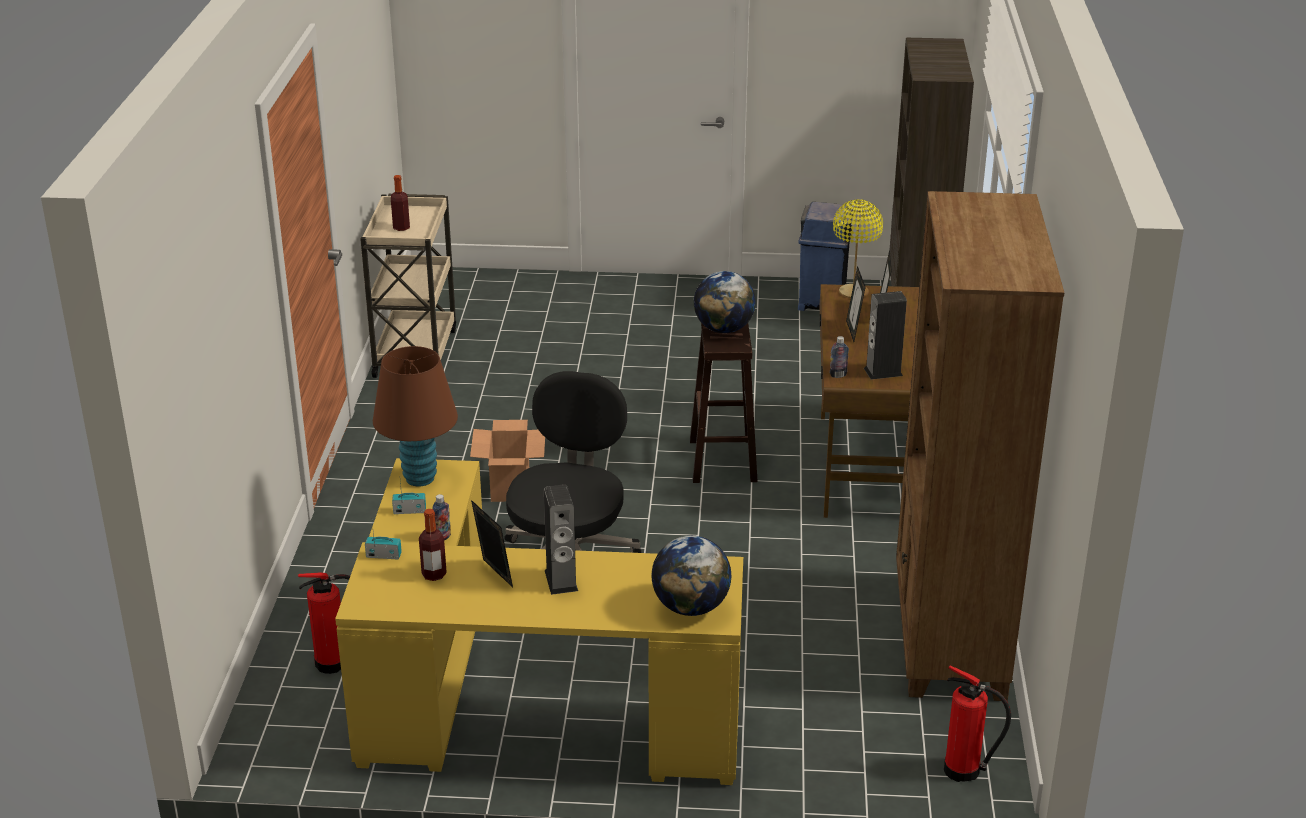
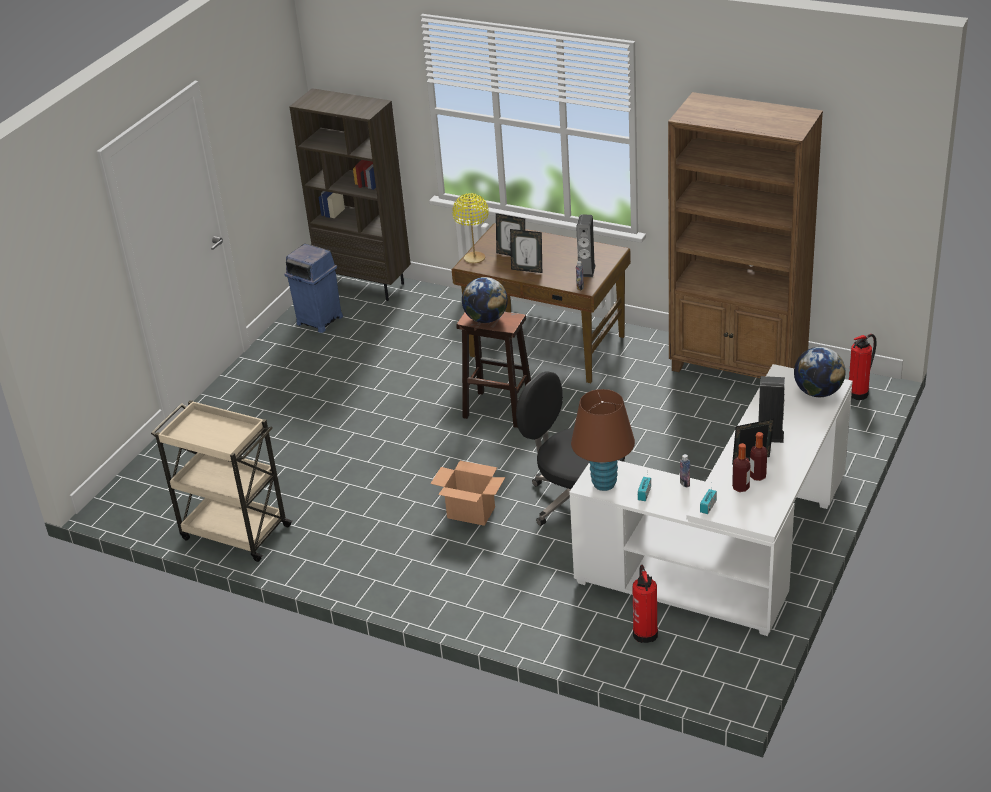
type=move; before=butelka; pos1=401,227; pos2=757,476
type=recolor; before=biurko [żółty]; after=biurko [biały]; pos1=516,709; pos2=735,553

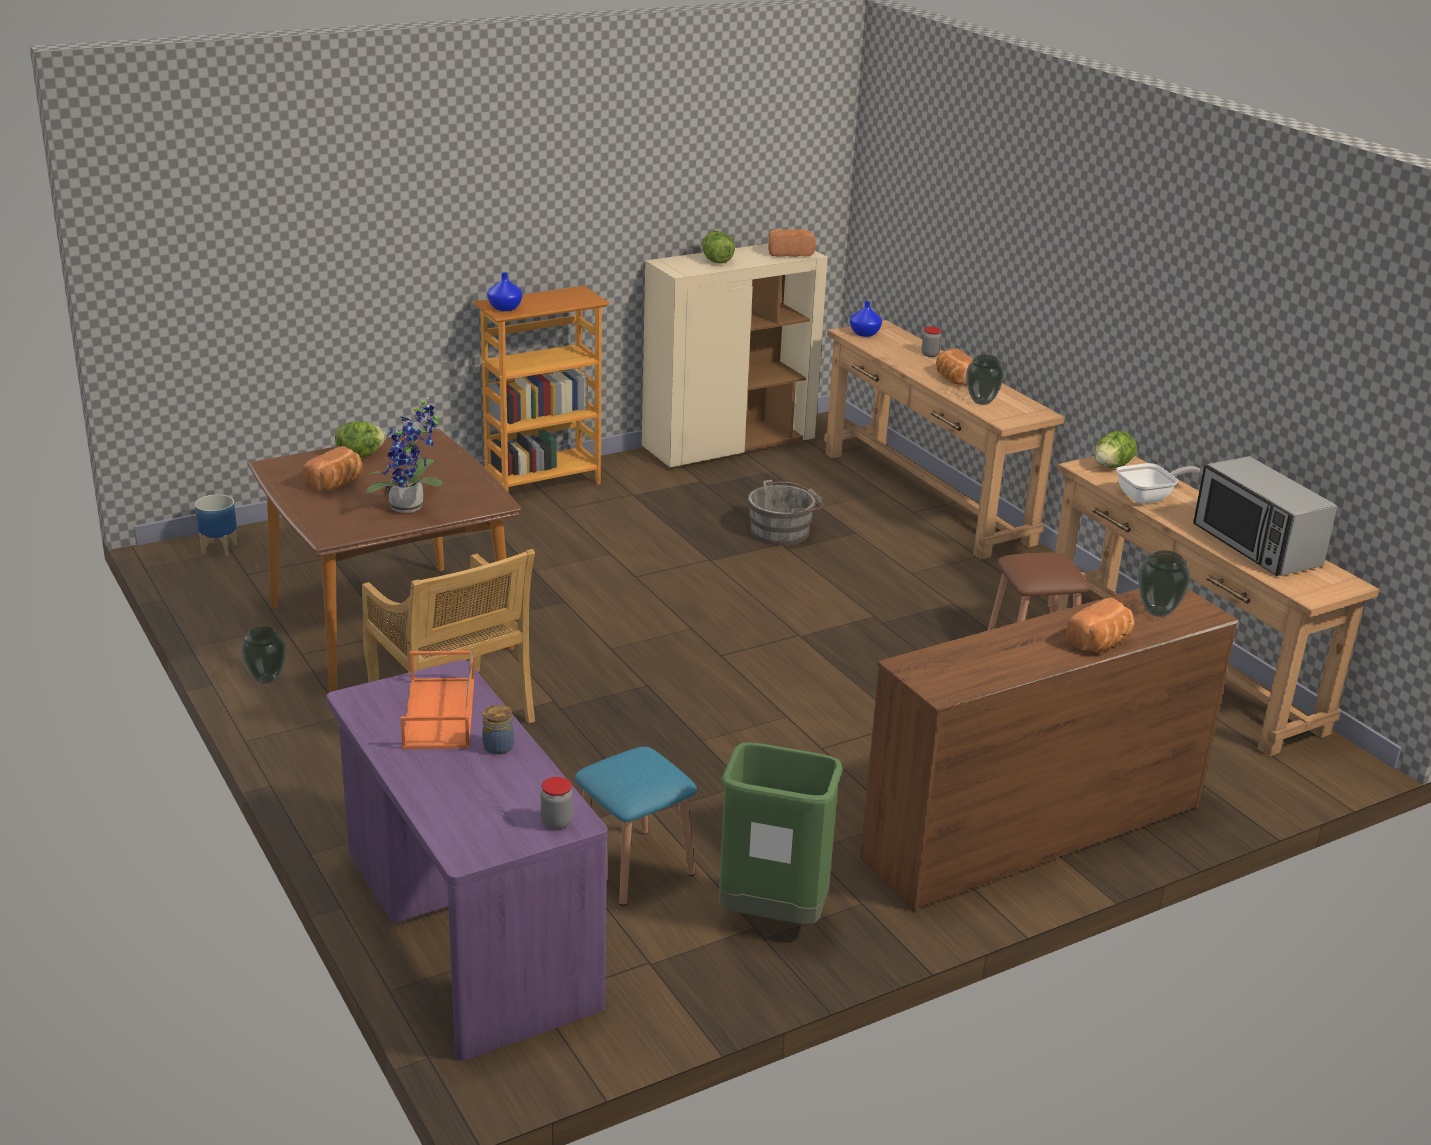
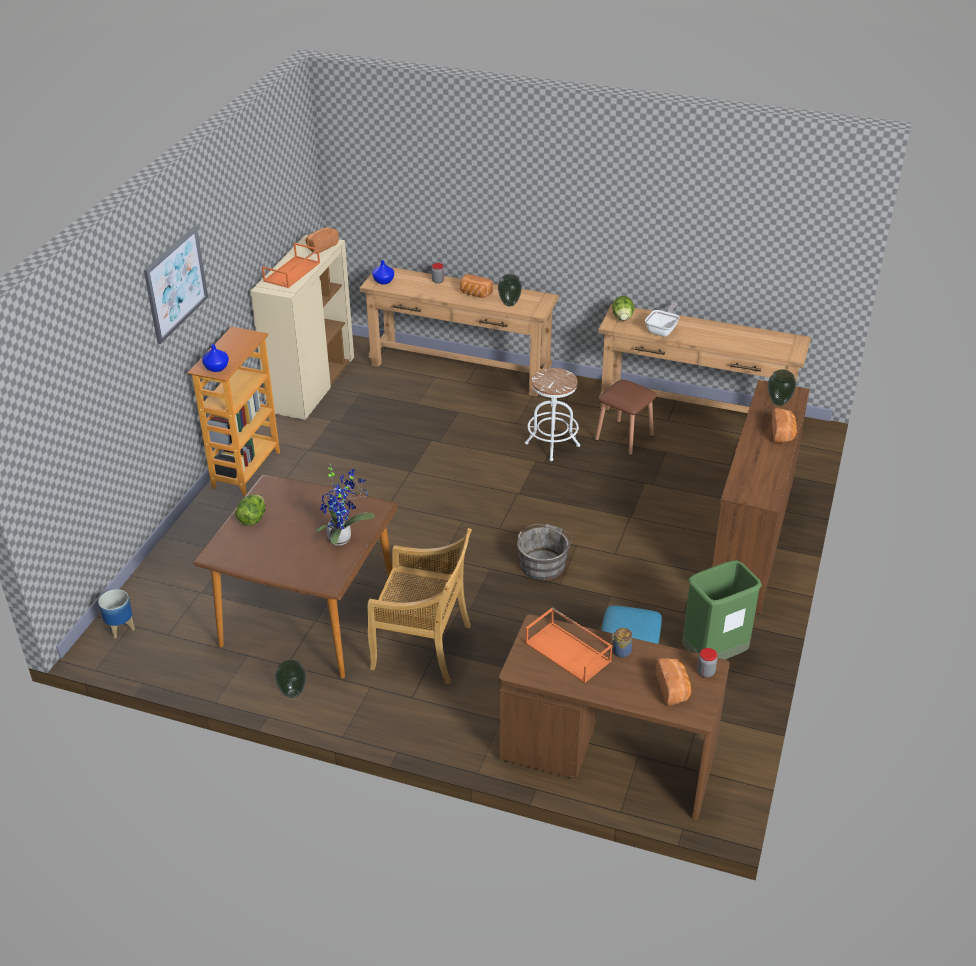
type=replace; before=sałata; after=taca [pomarańczowy]; pos1=716,261; pos2=292,272
type=move; before=chleb; pos1=337,484; pos2=673,689
type=delete; before=mikrofalówka; pos1=1256,546
type=move; before=wiadro [szary]; pos1=783,532; pos2=543,563
type=recolor; before=biurko [fioletowy]; after=biurko [brązowy]; pos1=464,932; pos2=607,759
type=insert; after=obraz; pos2=175,284
type=insert; after=stołek [biały]; pos2=552,444

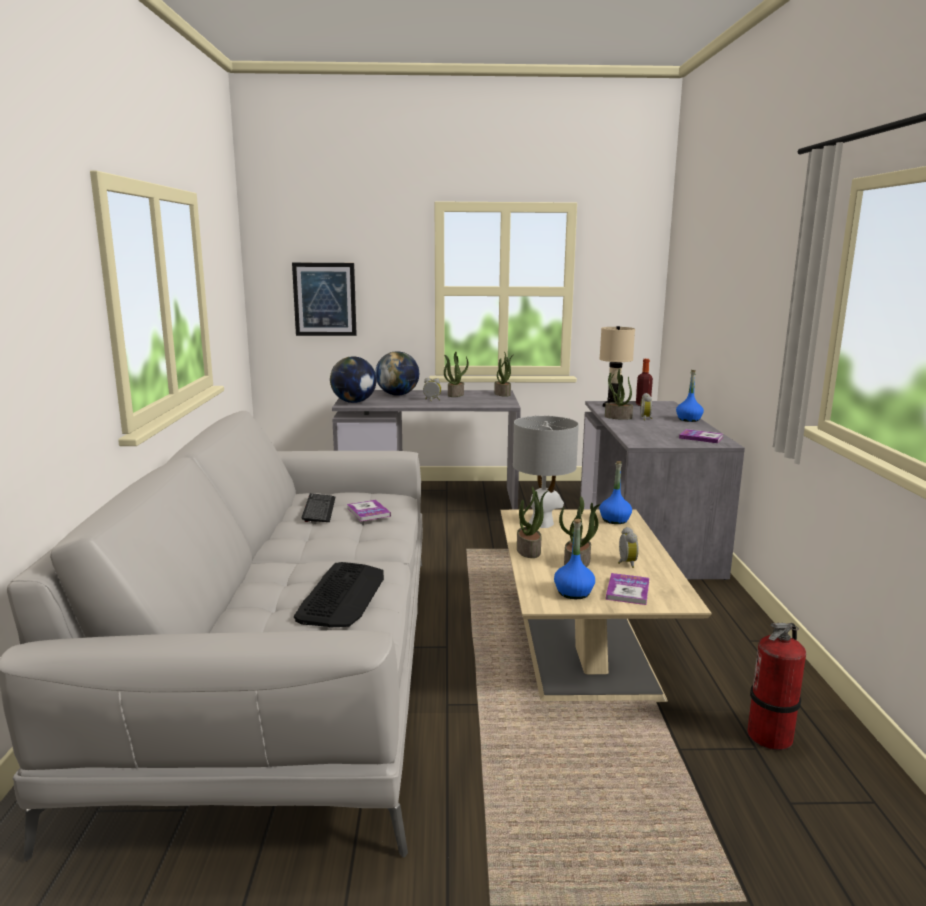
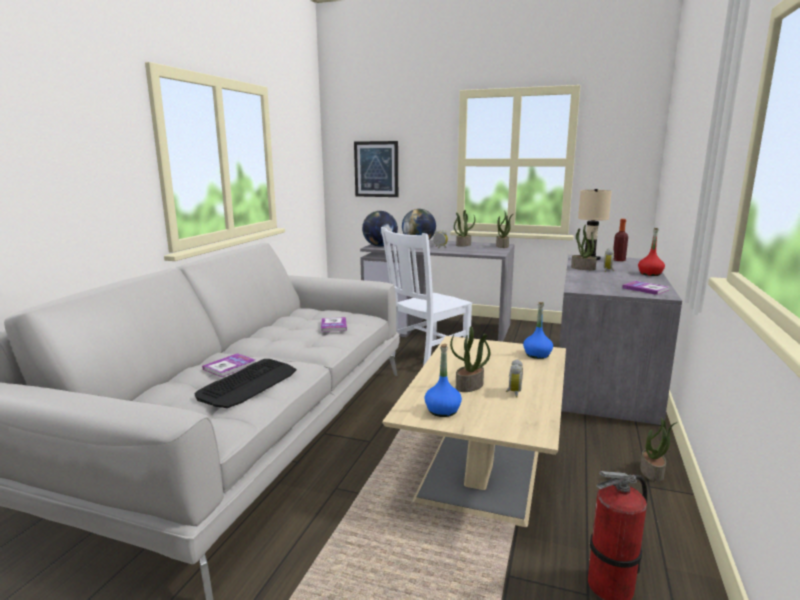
type=recolor; before=butelka [niebieski]; after=butelka [czerwony]; pos1=688,419; pos2=650,274
type=delete; before=lampa stołowa [szary]; pos1=542,523
type=move; before=roślina doniczkowa; pos1=529,551; pos2=652,472
type=delete; before=klawiatura; pos1=319,509
type=move; before=książka; pos1=627,590; pos2=230,366
type=insert; after=krzesło [biały]; pos2=426,357

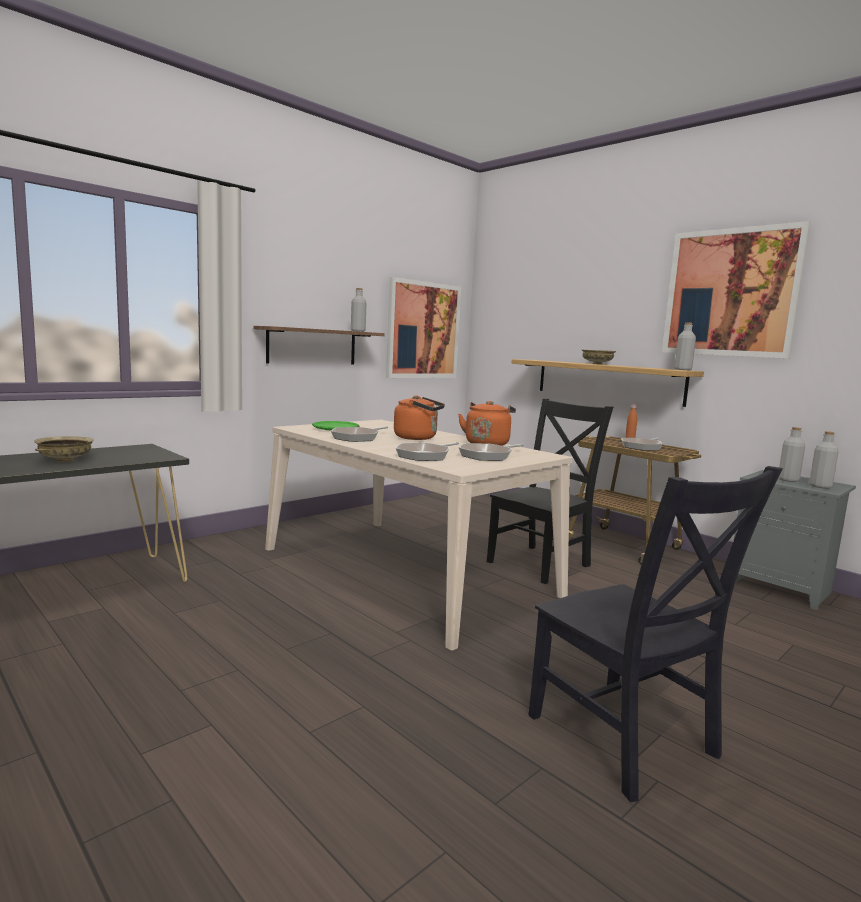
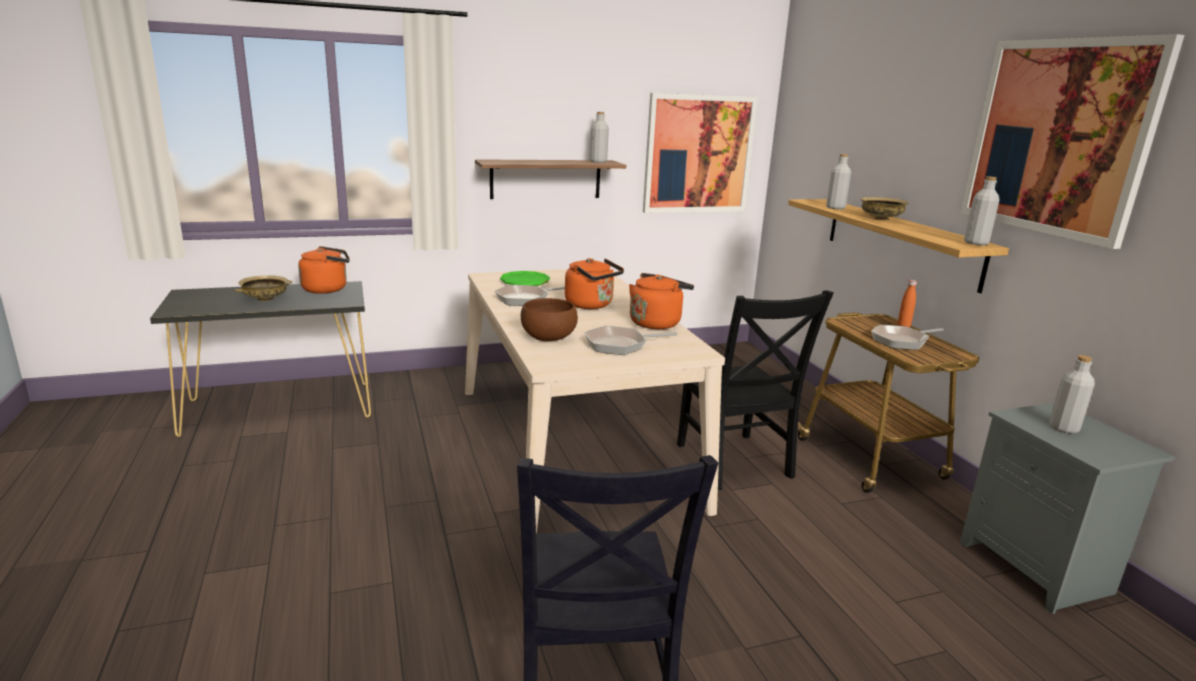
type=rotate; before=krzesło [czarny]; pos1=541,563; pos2=735,463; turn=90
type=move; before=butelka [szary]; pos1=820,486; pos2=835,208
type=replace; before=patelnia; after=miska [brązowy]; pos1=425,456; pos2=549,337
type=insert; after=czajnik [pomarańczowy]; pos2=328,289

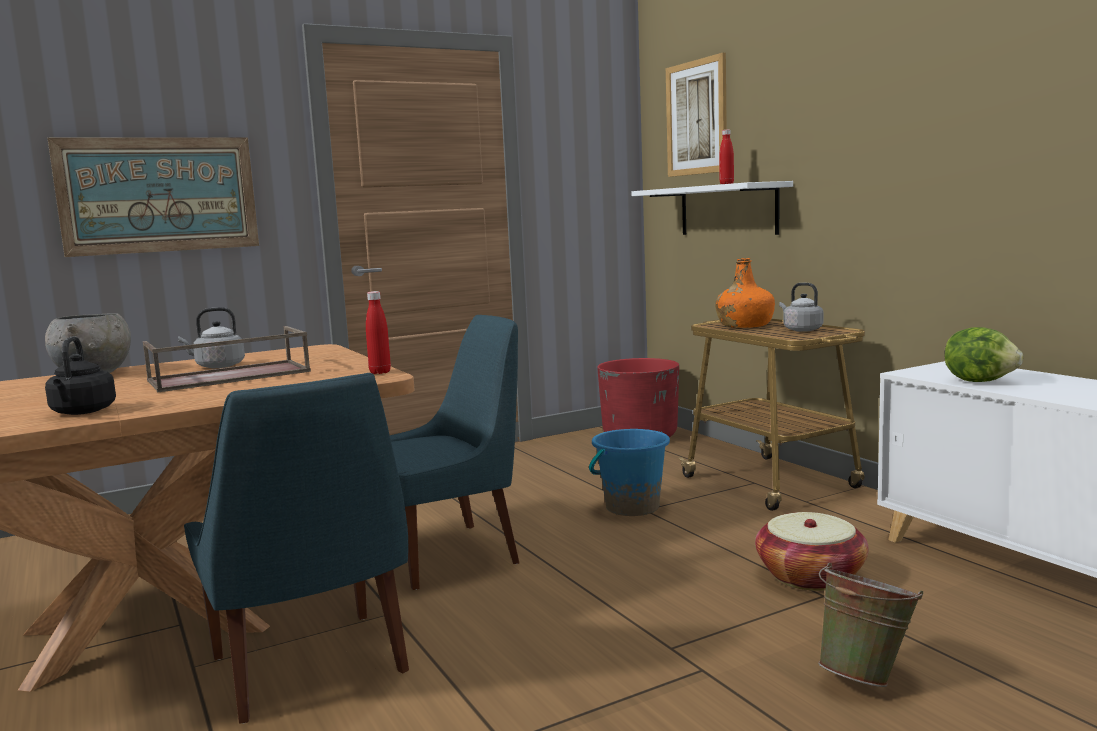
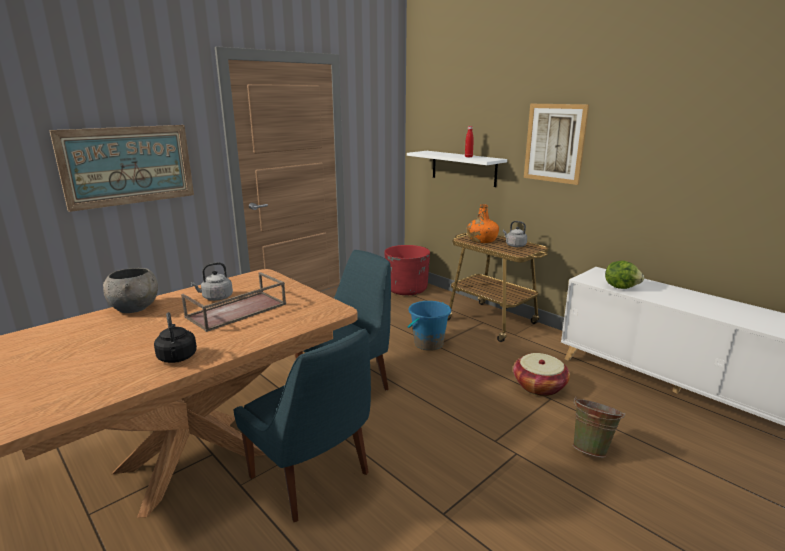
type=move; before=obraz; pos1=696,118; pos2=554,143
type=delete; before=butelka [czerwony]; pos1=380,372

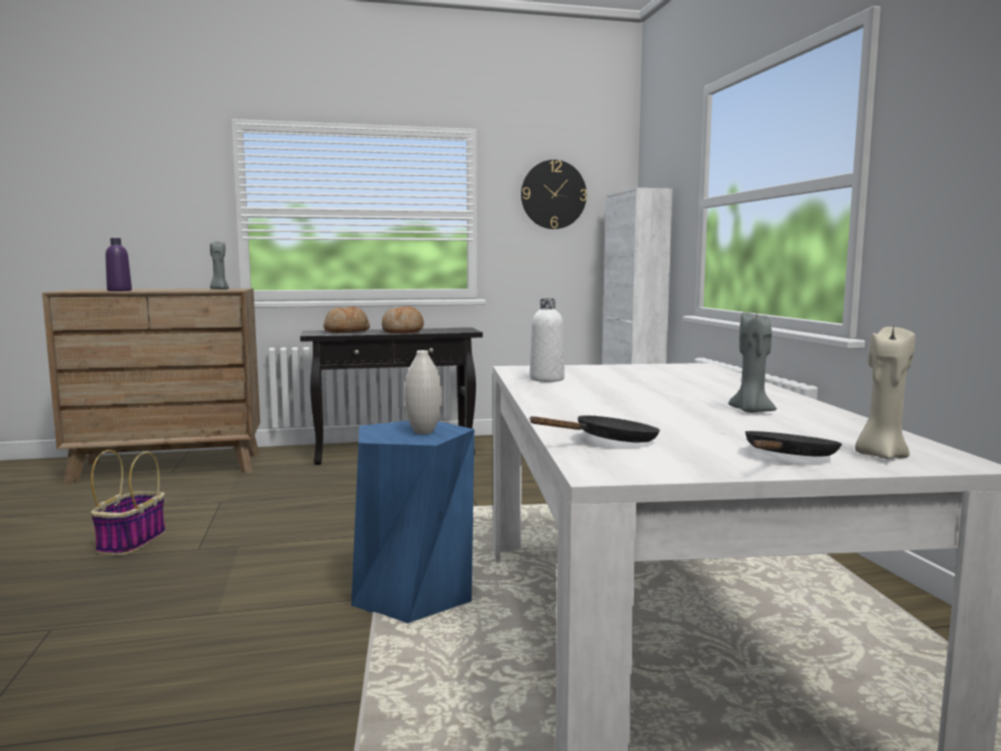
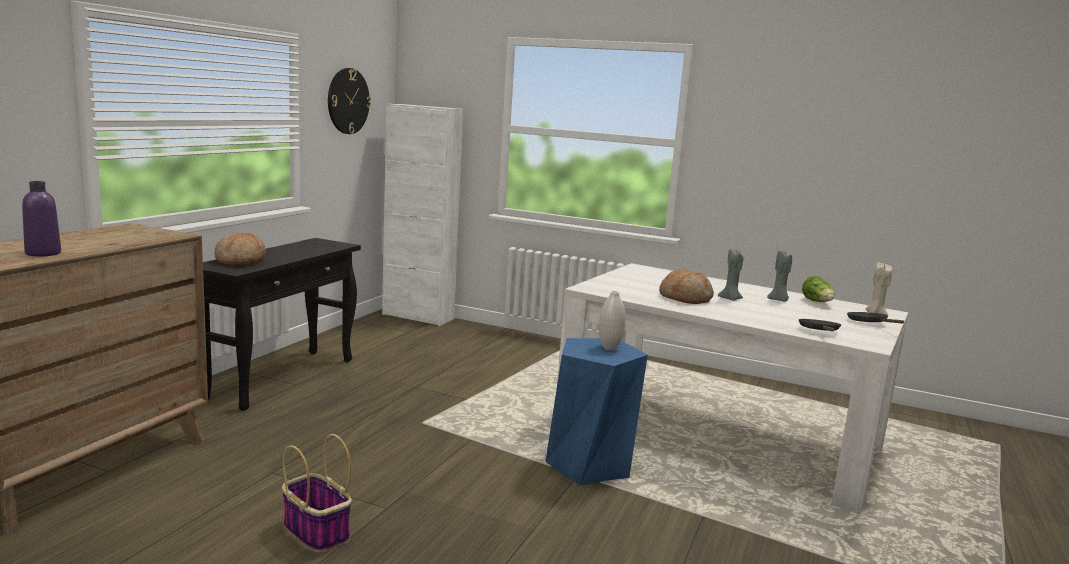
type=move; before=świeca [szary]; pos1=219,289; pos2=730,299
type=delete; before=butelka [biały]; pos1=546,379
type=move; before=chleb; pos1=403,331; pos2=685,298
type=insert; after=sałata; pos2=818,302

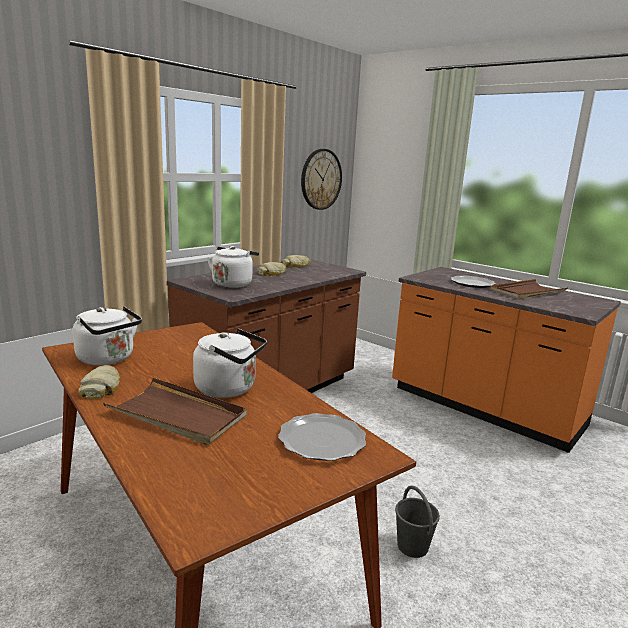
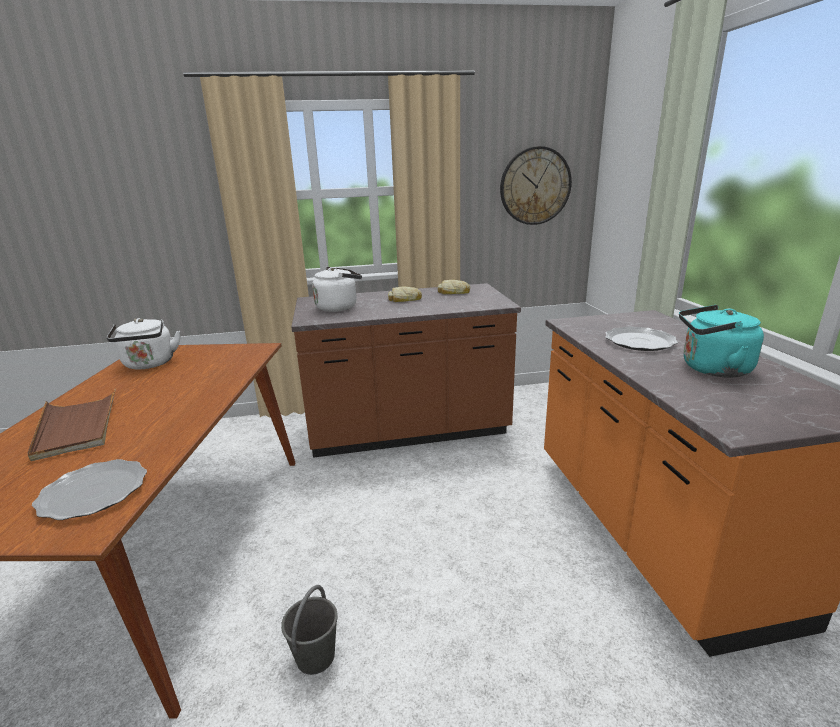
type=replace; before=taca [brązowy]; after=czajnik [turkusowy]; pos1=527,292; pos2=711,369
type=delete; before=czajnik [biały]; pos1=229,389
type=delete; before=chleb; pos1=102,387

